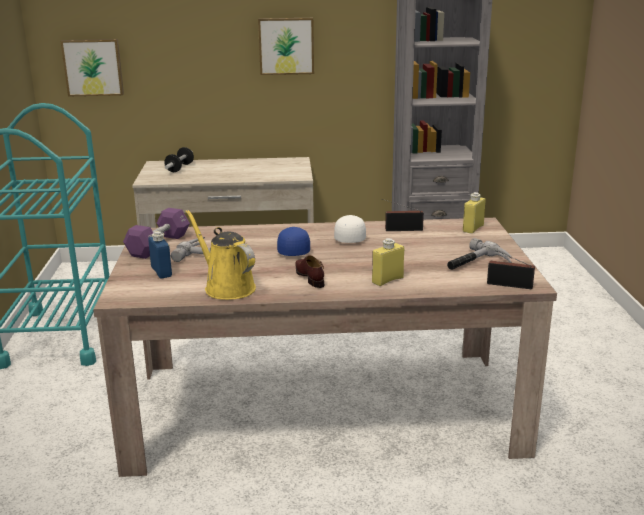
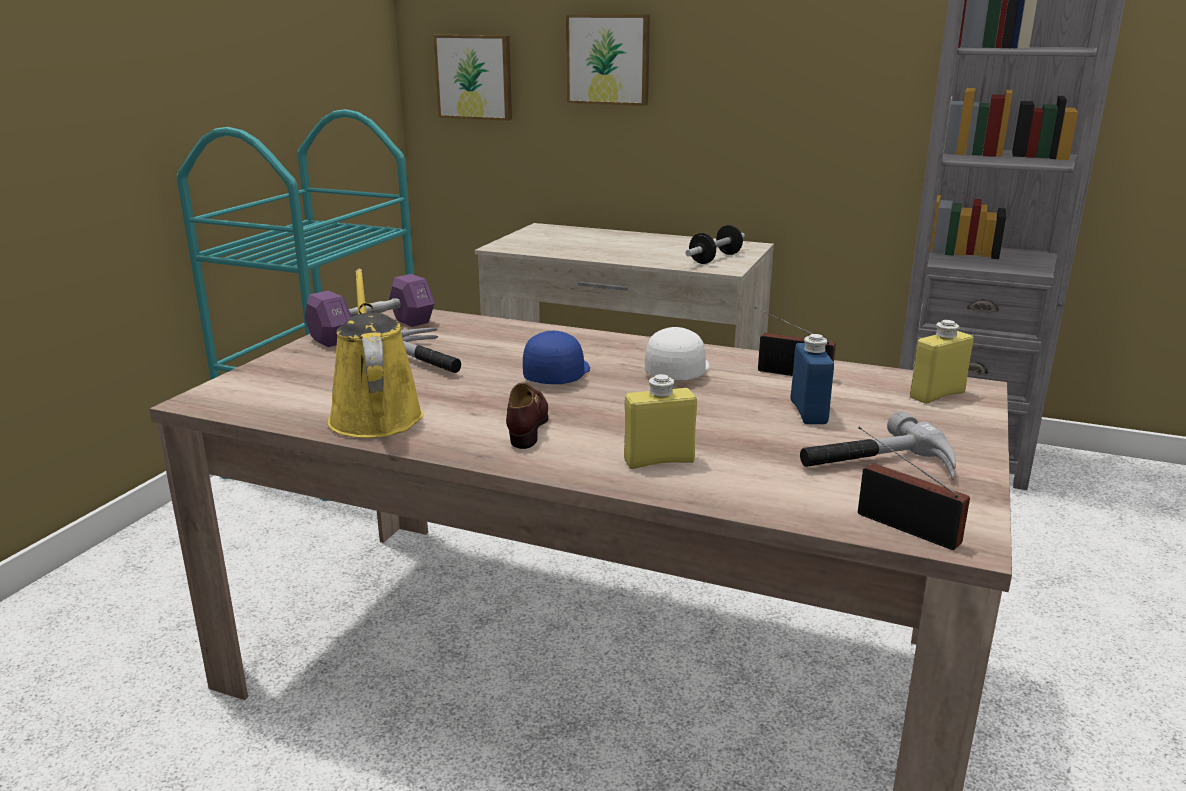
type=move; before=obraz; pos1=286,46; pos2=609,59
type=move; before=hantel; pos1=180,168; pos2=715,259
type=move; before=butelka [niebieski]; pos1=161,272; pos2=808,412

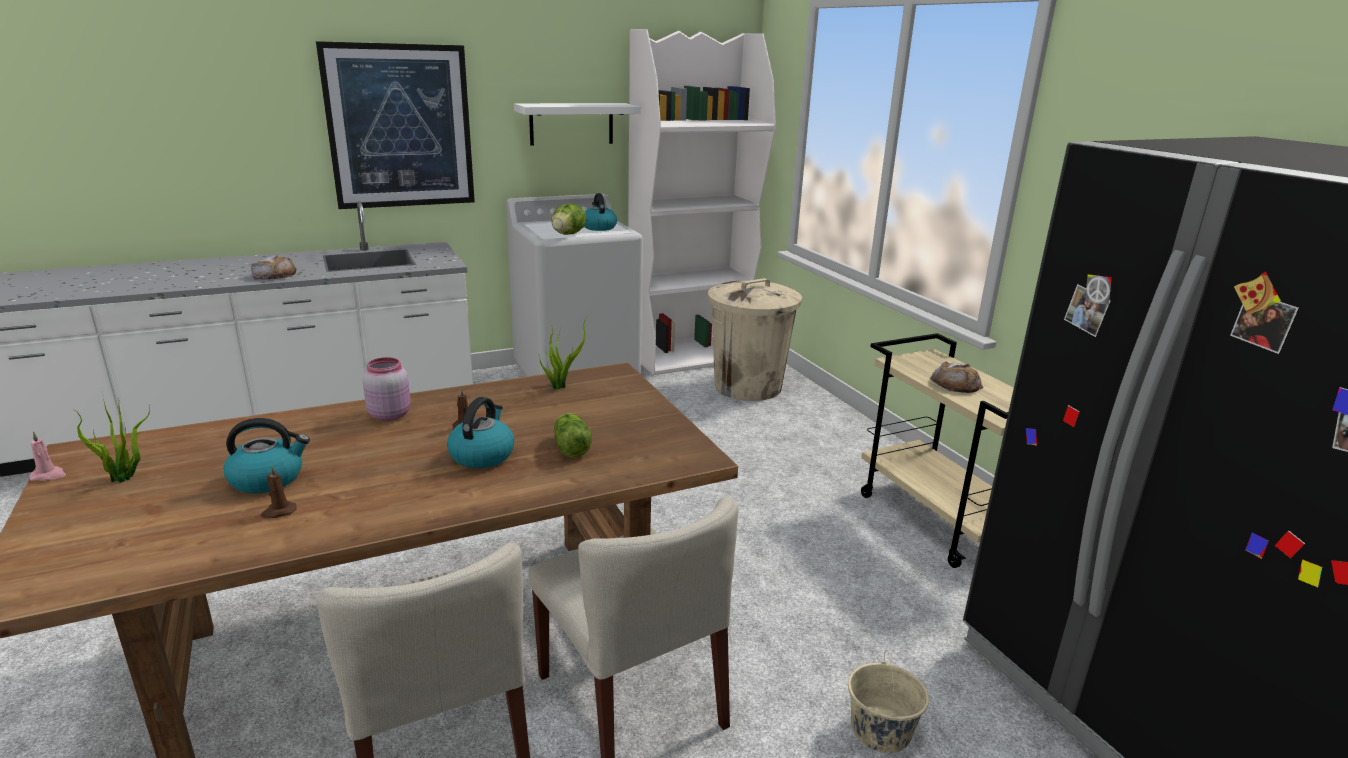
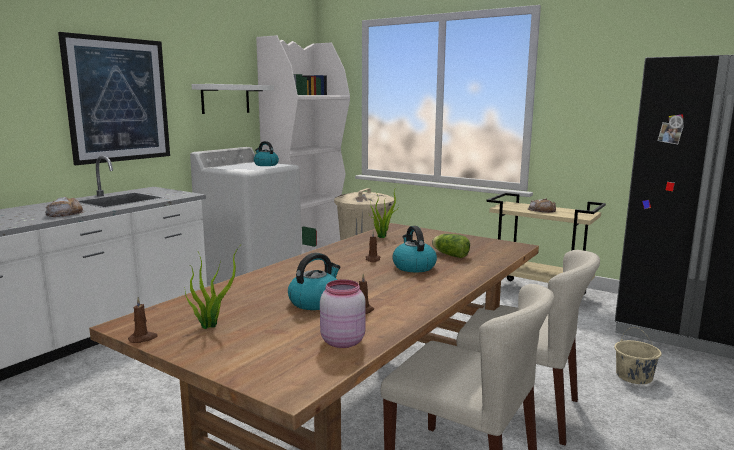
type=delete; before=sałata; pos1=568,234
type=move; before=słoik [różowy]; pos1=389,414; pos2=341,341
type=recolor; before=świeca [różowy]; after=świeca [brązowy]; pos1=49,476; pos2=143,338

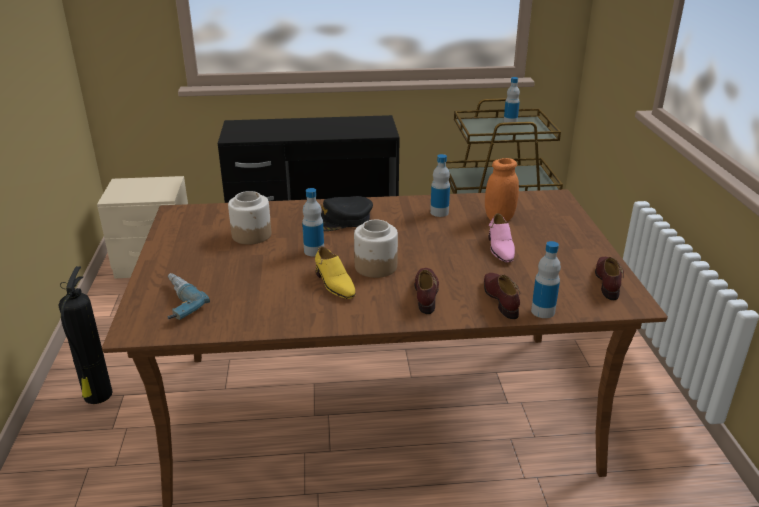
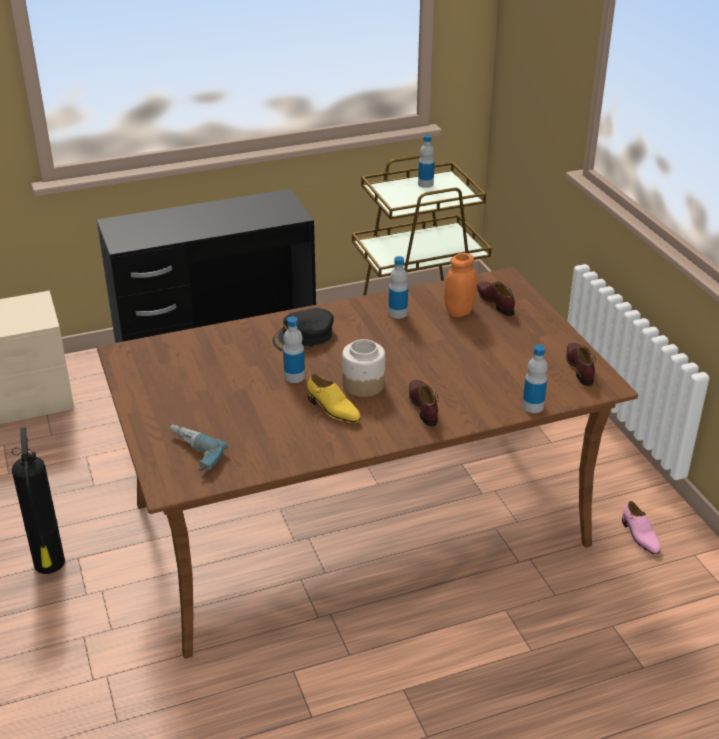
type=delete; before=słoik; pos1=252,235
type=move; before=but [różowy]; pos1=500,248; pos2=639,536
type=move; before=but [brązowy]; pos1=501,299; pos2=495,302

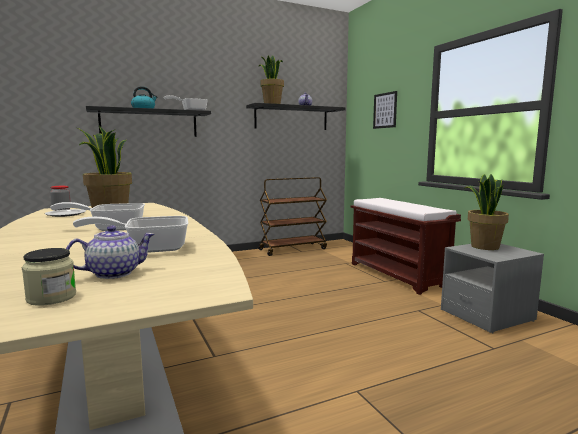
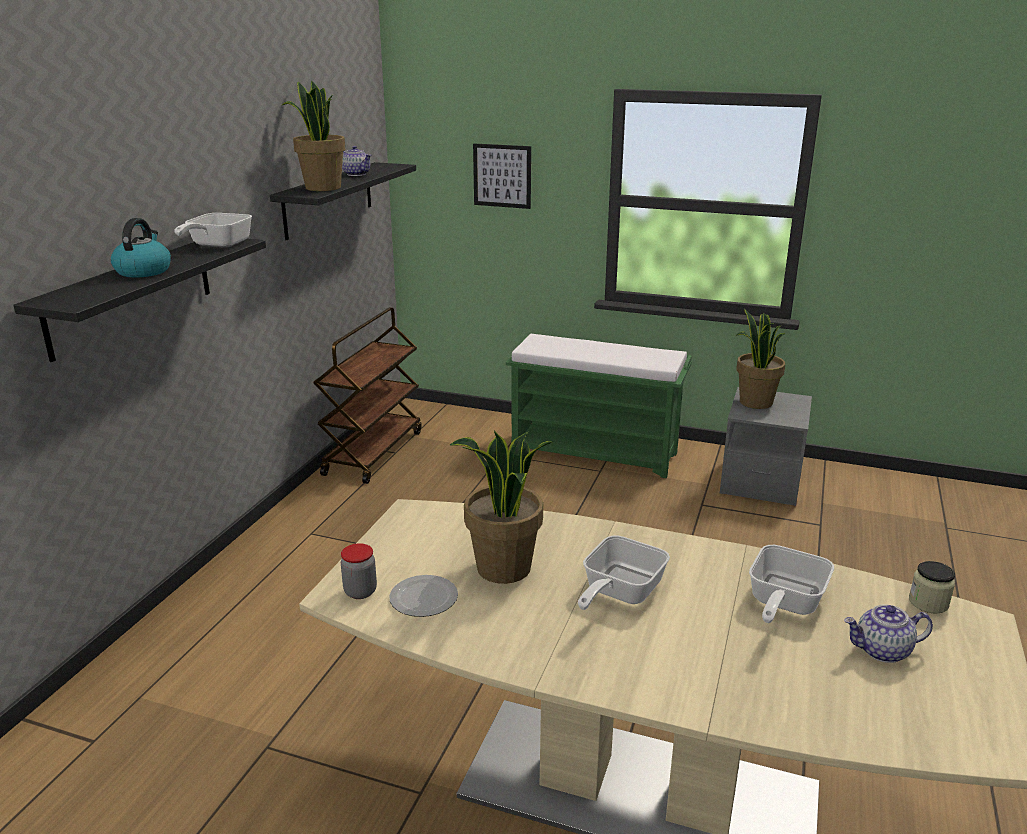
type=recolor; before=ławka [brązowy]; after=ławka [zielony]; pos1=397,275; pos2=596,452
type=rotate; before=imbryk; pos1=114,273; pos2=882,651; turn=-105
type=move; before=słoik; pos1=51,297; pos2=928,602

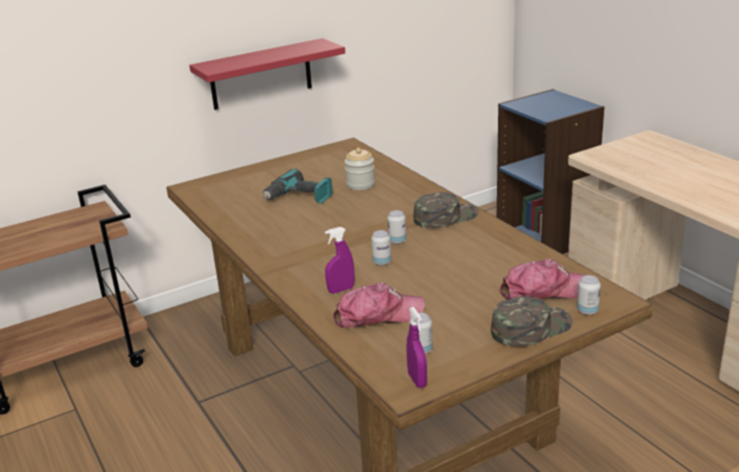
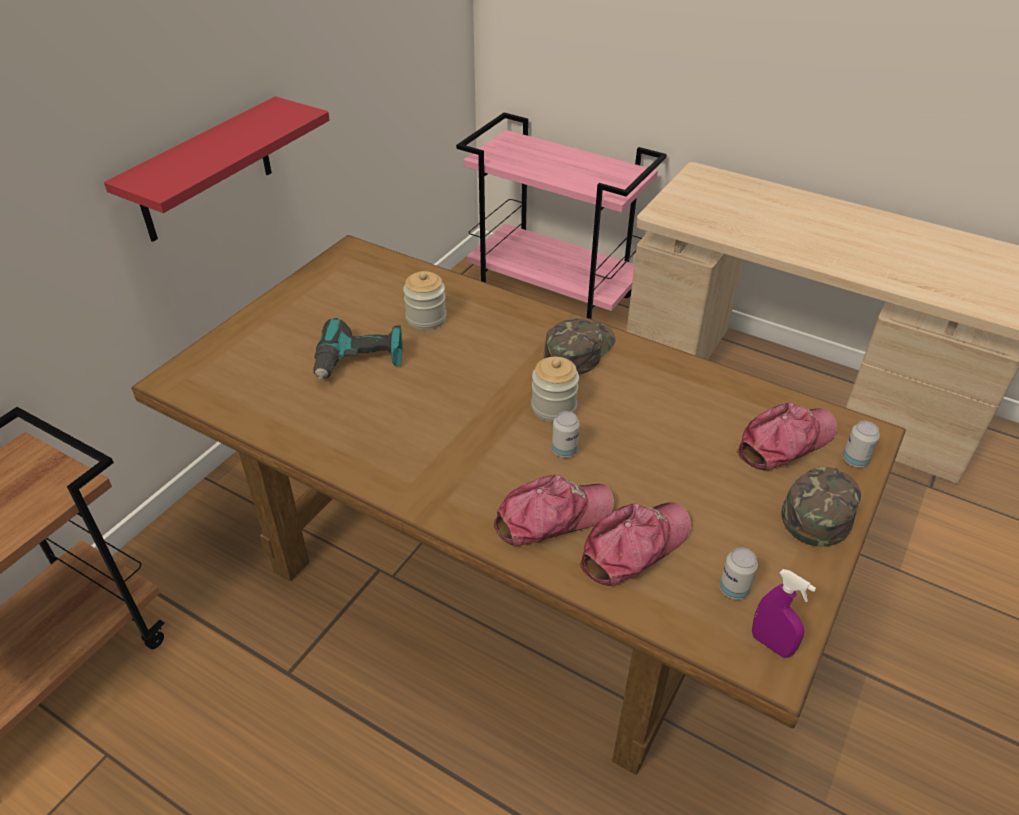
type=replace; before=regał [niebieski]; after=wózek [różowy]; pos1=545,238; pos2=555,297
type=replace; before=puszka; after=słoik; pos1=397,241; pos2=553,407
type=replace; before=spryskiwacz [fioletowy]; after=czapka z daszkiem; pos1=341,290; pos2=552,517

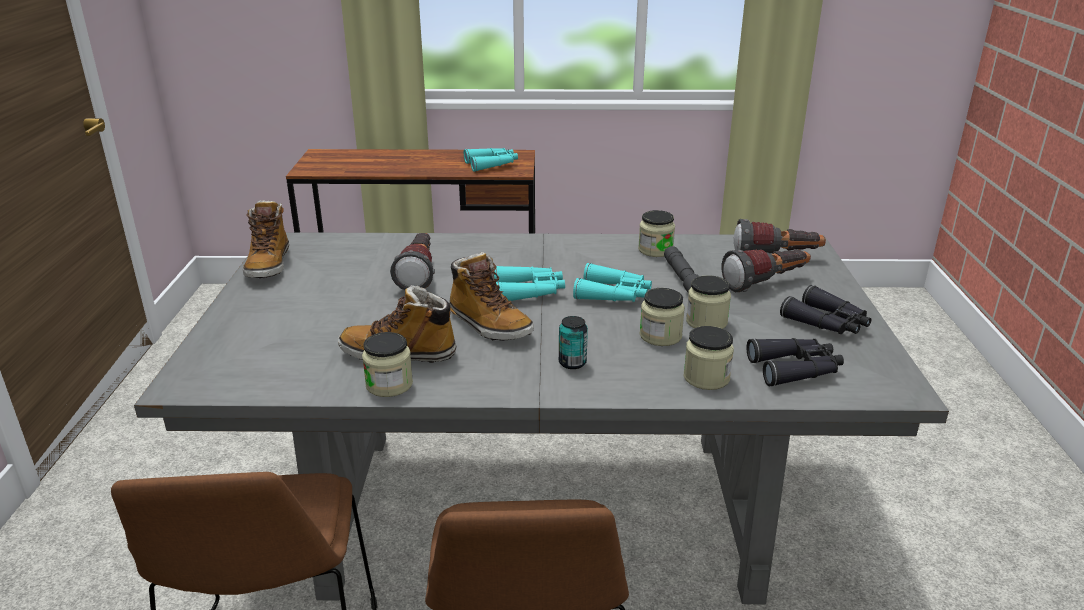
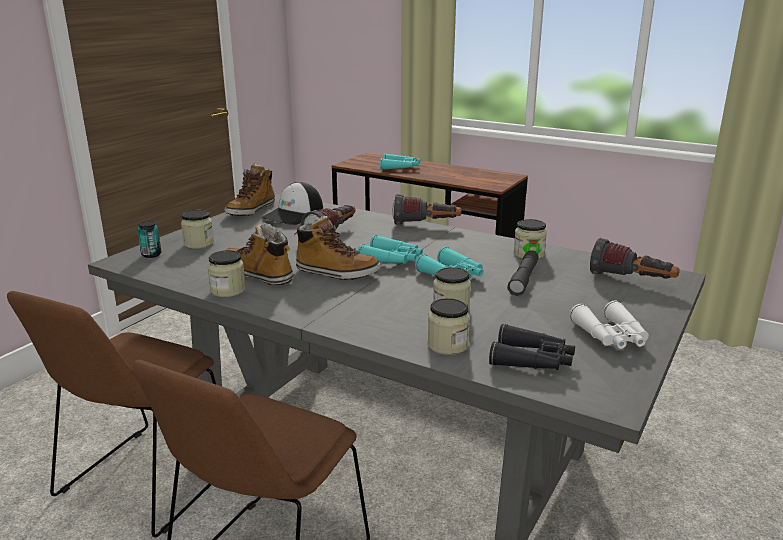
type=move; before=lornetka [turkusowy]; pos1=492,164; pos2=401,167
type=move; before=latarka; pos1=766,283; pos2=426,225
type=rotate; before=but z cholewką; pos1=489,325; pos2=336,273; turn=-60
type=move; before=słoik; pos1=706,322; pos2=199,243
type=recolor; before=lornetka [czarny]; after=lornetka [biały]; pos1=827,323; pos2=611,337
type=move; before=puszka; pos1=572,363; pos2=151,254
type=insert; after=czapka z daszkiem; pos2=294,215

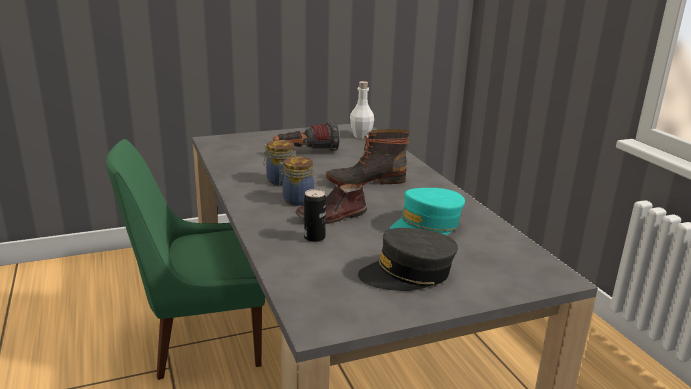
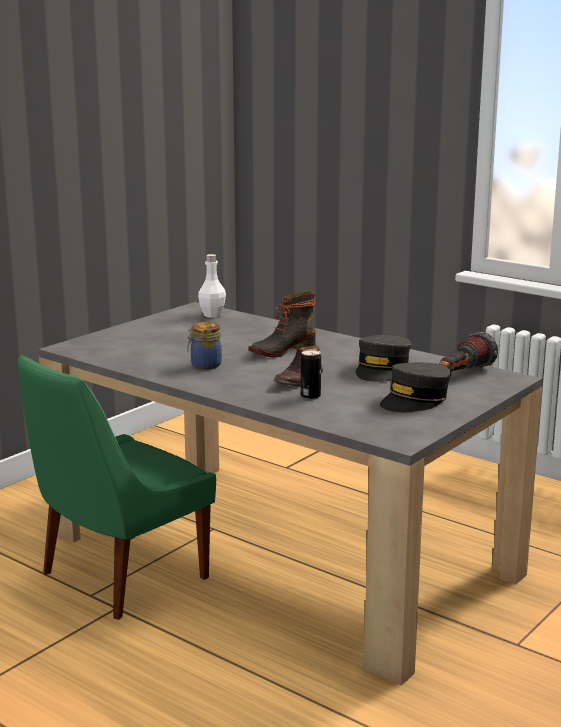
type=move; before=latarka; pos1=306,152; pos2=462,375
type=delete; before=słoik; pos1=296,200
type=recolor; before=czapka z daszkiem [turkusowy]; after=czapka z daszkiem [szary]; pos1=426,226; pos2=382,370

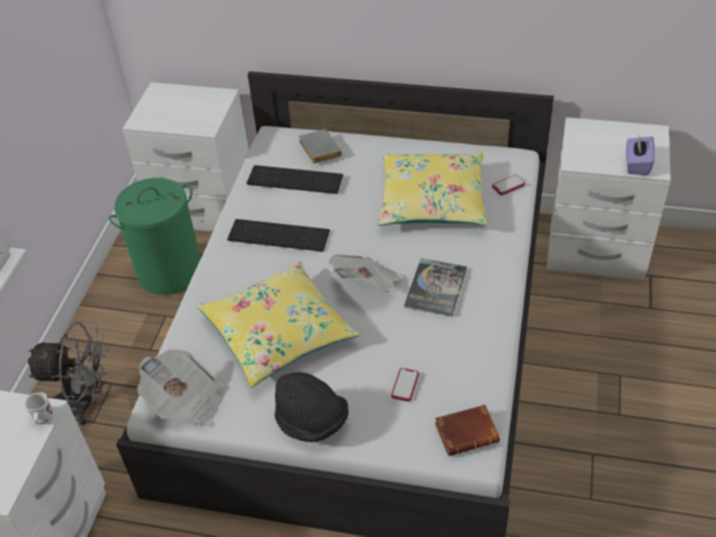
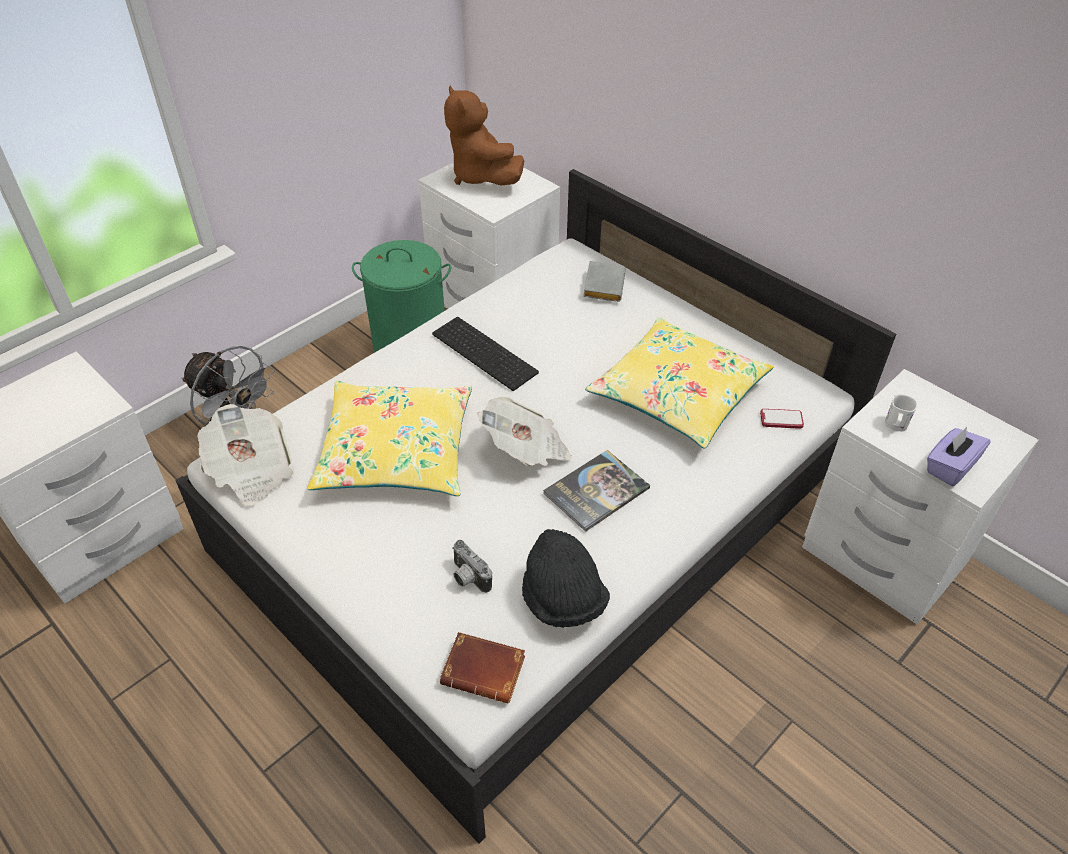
type=delete; before=klawiatura; pos1=296,179
type=replace; before=telefon; after=aparat fotograficzny; pos1=405,385; pos2=467,578
type=move; before=kapelusz [czarny]; pos1=312,421; pos2=563,599
type=move; before=kubek [biały]; pos1=43,420; pos2=895,426
type=insert; after=pluszak [brązowy]; pos2=481,176

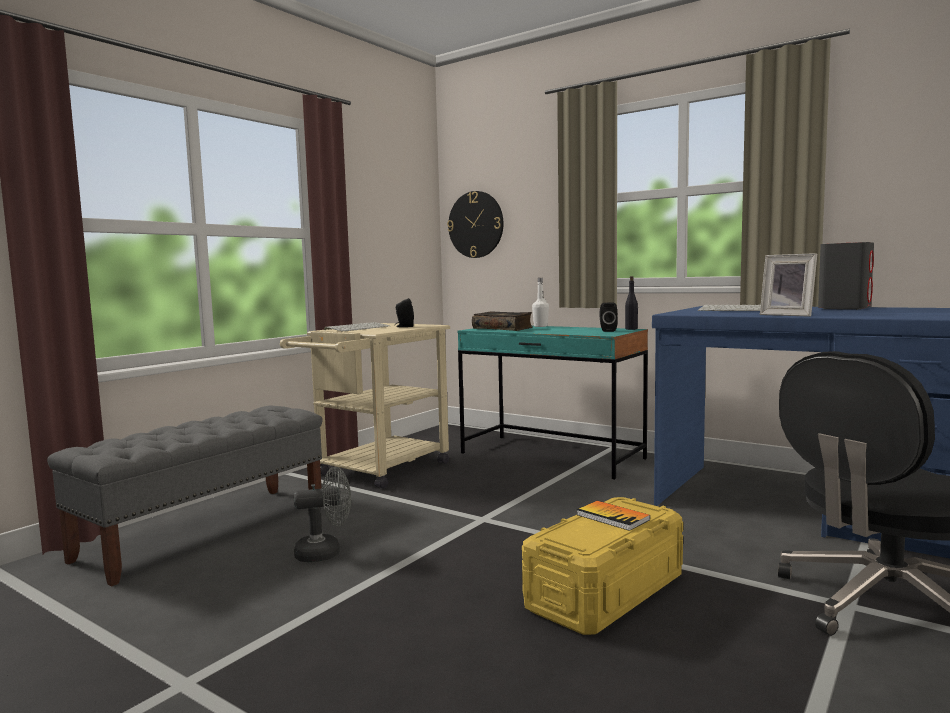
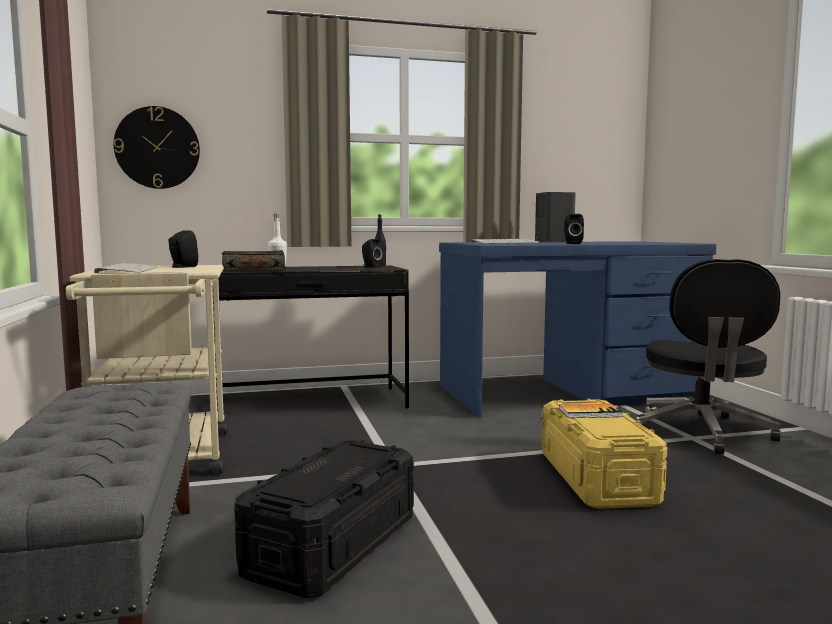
type=replace; before=ramka na zdjęcie; after=głośnik [czarny]; pos1=788,315; pos2=572,243
type=recolor; before=biurko [turkusowy]; after=biurko [czarny]; pos1=551,456; pos2=312,403
type=replace; before=wentylator [szary]; after=pojemnik do przechowywania [czarny]; pos1=325,552; pos2=332,546

